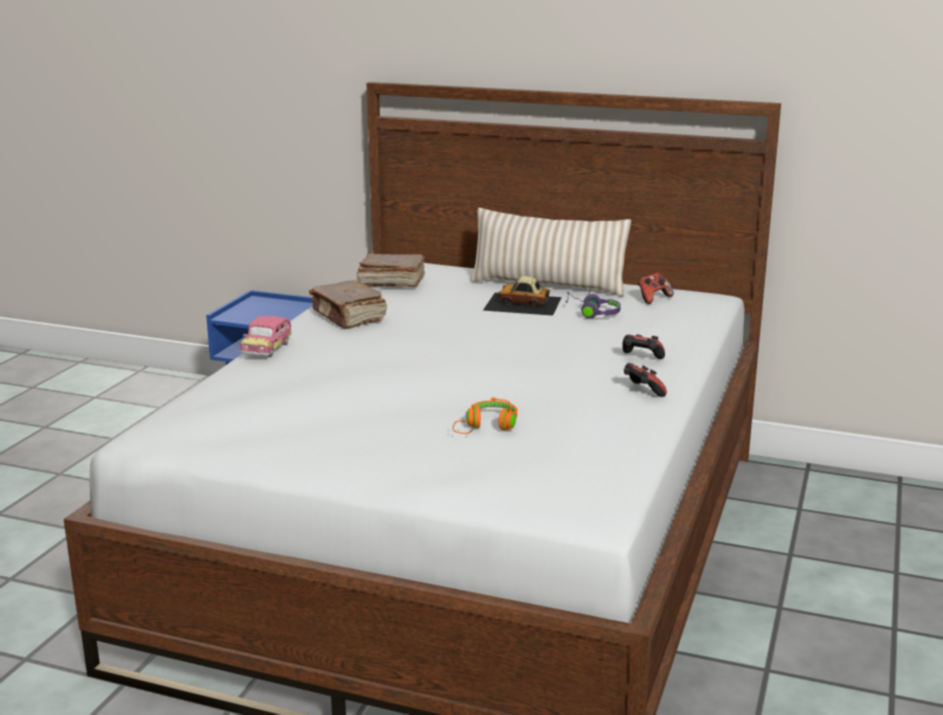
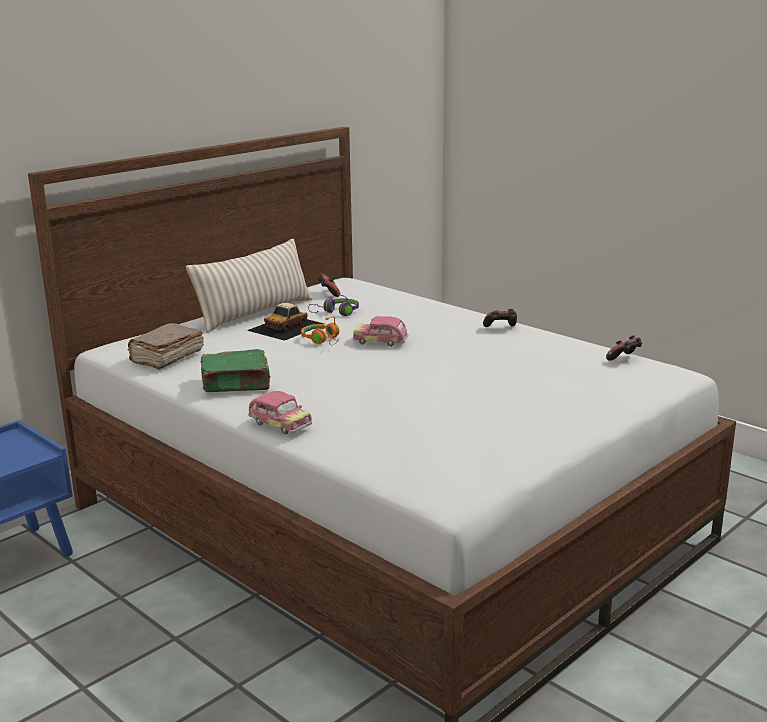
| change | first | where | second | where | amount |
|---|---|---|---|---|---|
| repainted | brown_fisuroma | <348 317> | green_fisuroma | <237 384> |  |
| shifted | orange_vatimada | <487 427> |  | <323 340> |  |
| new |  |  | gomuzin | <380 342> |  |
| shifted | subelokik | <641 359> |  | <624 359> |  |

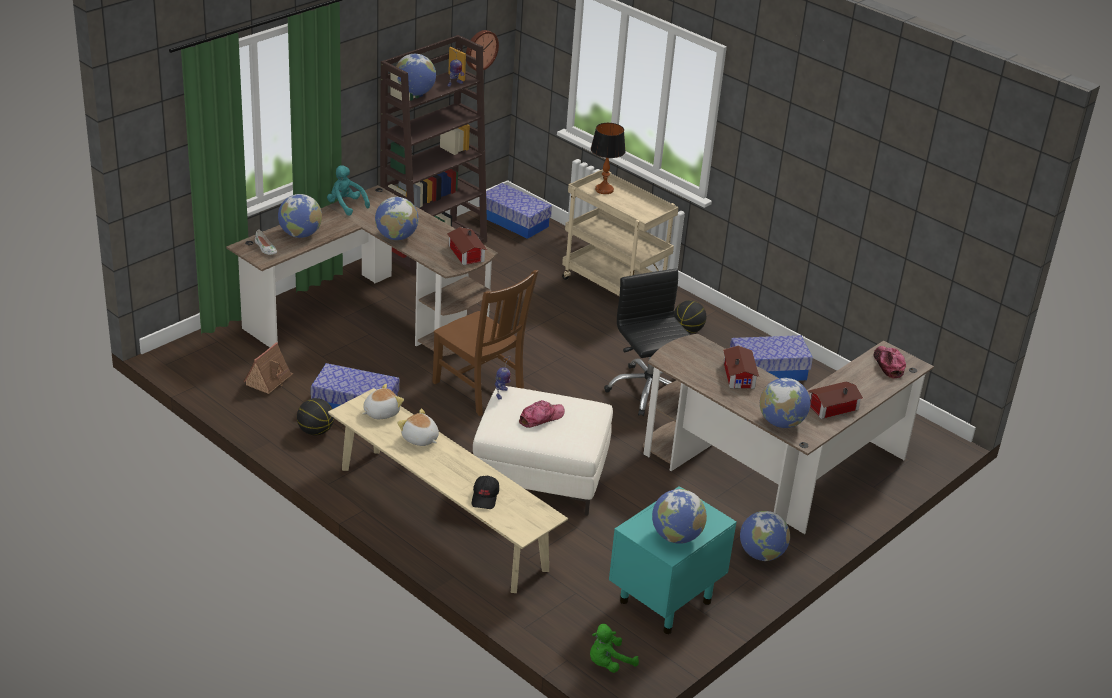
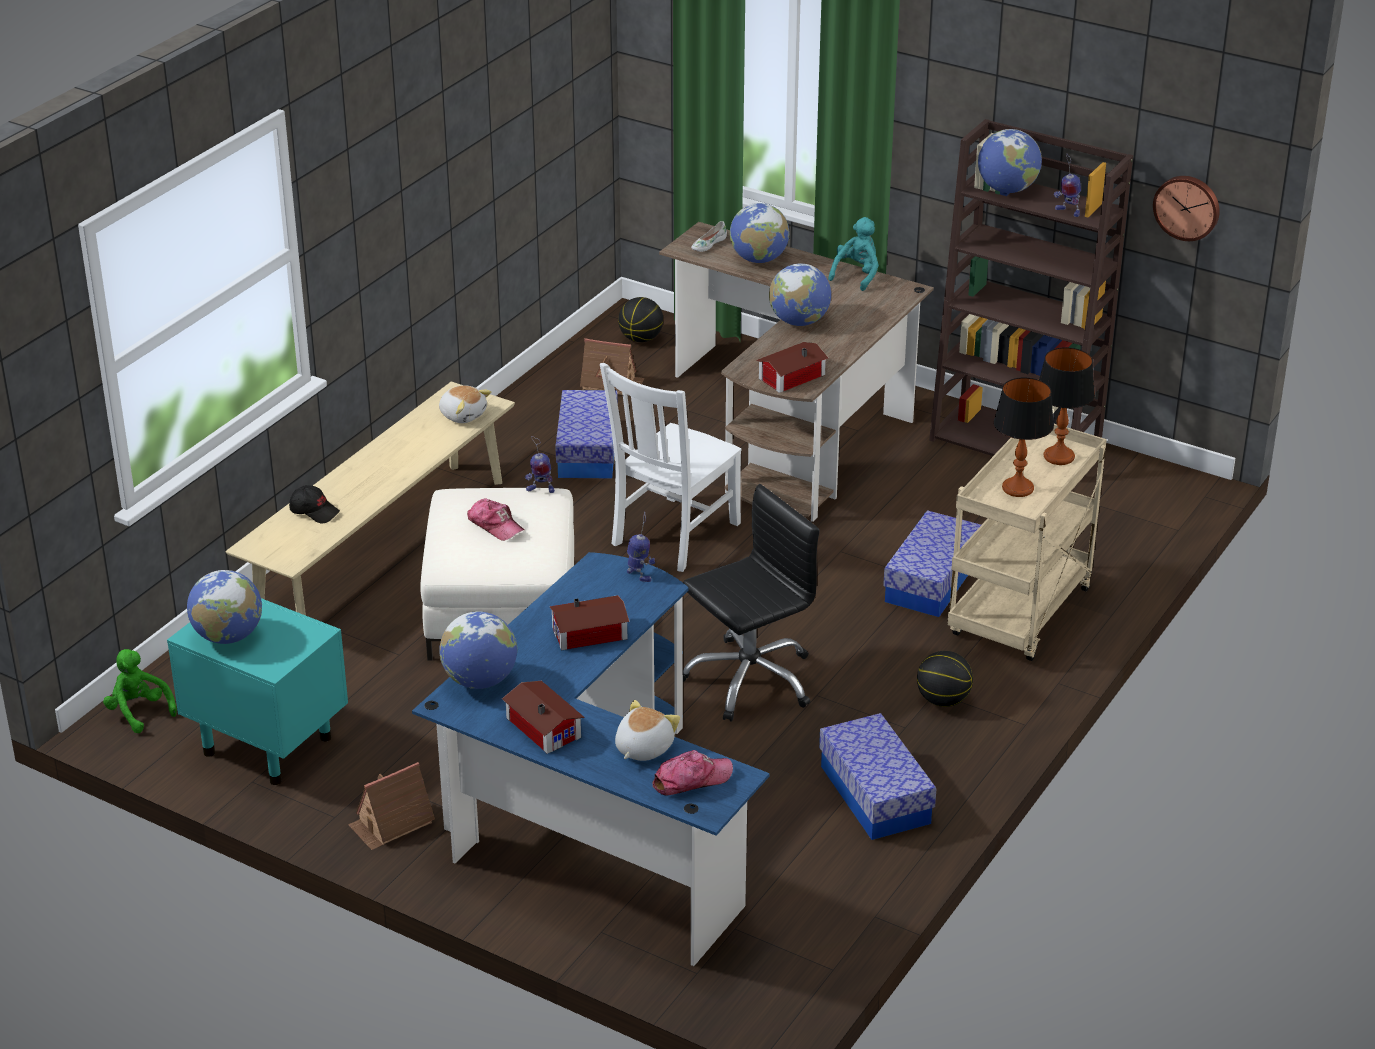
| change | first | where | second | where | amount |
|---|---|---|---|---|---|
| rotated | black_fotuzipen | <485 497> |  | <314 511> | 150 degrees counterclockwise |
| swapped | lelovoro | <761 554> | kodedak | <391 823> |  |
| repainted | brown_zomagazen | <774 475> | blue_zomagazen | <589 822> |  |
| repainted | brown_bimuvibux | <480 389> | white_bimuvibux | <673 535> |  |
| shifted | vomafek | <420 439> |  | <642 748> |  |
| shifted | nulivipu | <315 431> |  | <640 339> |  |
| new |  |  | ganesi | <639 575> |  |
| shifted | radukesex | <514 221> |  | <931 581> |  |
| new |  |  | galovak | <1017 488> |  |

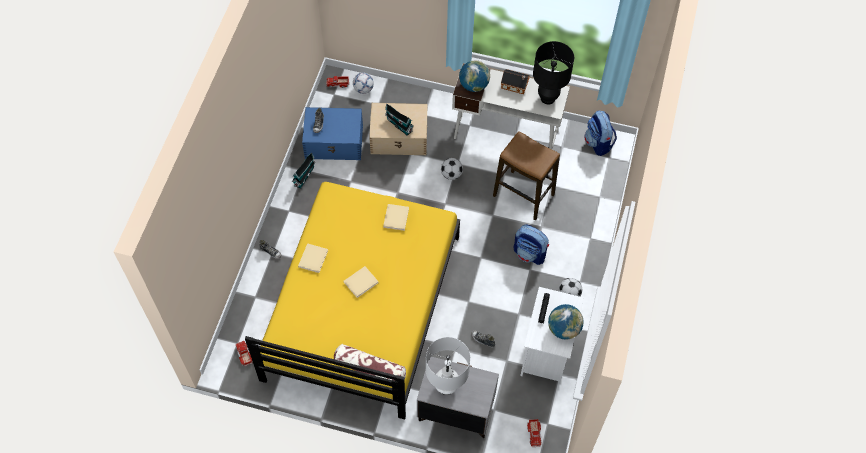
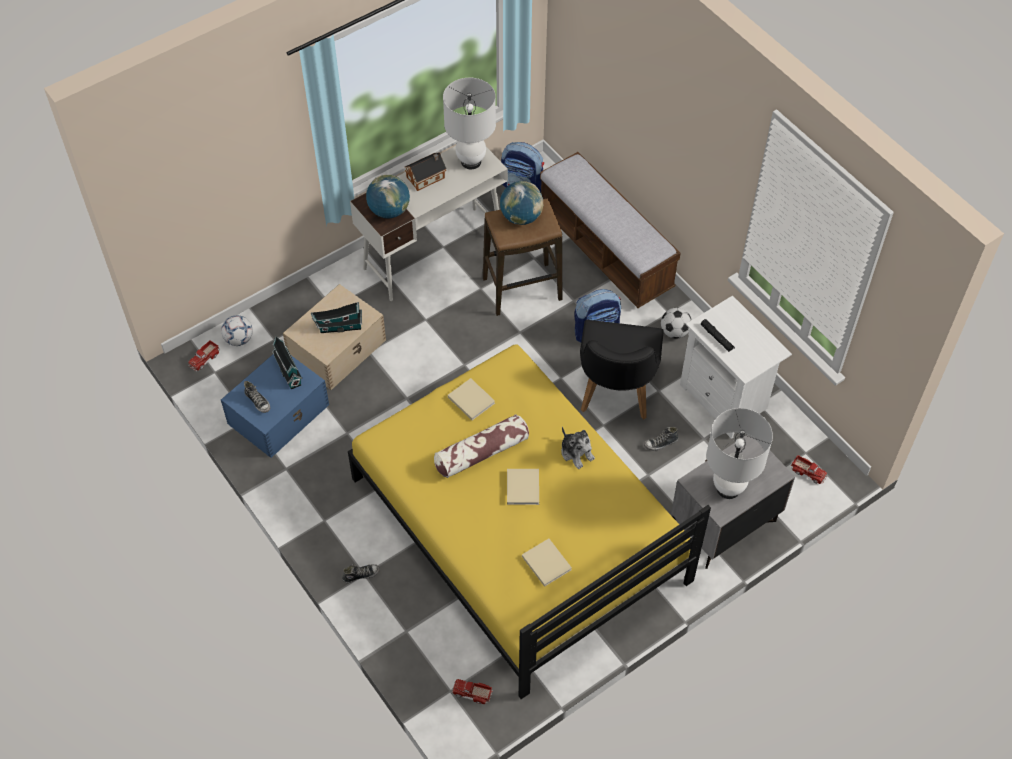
| change | first | where | second | where | amount |
|---|---|---|---|---|---|
| shifted | kodedak | <304 175> |  | <288 370> |  |
| shifted | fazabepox | <370 368> |  | <481 453> |  |
| repainted | black_galovak | <547 98> | white_galovak | <471 161> |  |
| shifted | lelovoro | <563 329> |  | <521 217> |  |
| shifted | beige_fisuroma | <313 258> |  | <545 562> |  |
| new |  |  | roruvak | <605 250> |  |
| new |  |  | vomafek | <576 453> |  |
| new |  |  | black_bimuvibux | <615 395> |  |
| gone | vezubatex | <451 174> |  |  |  |

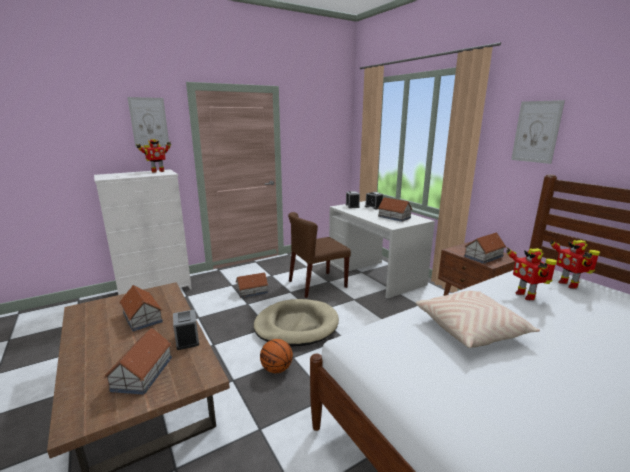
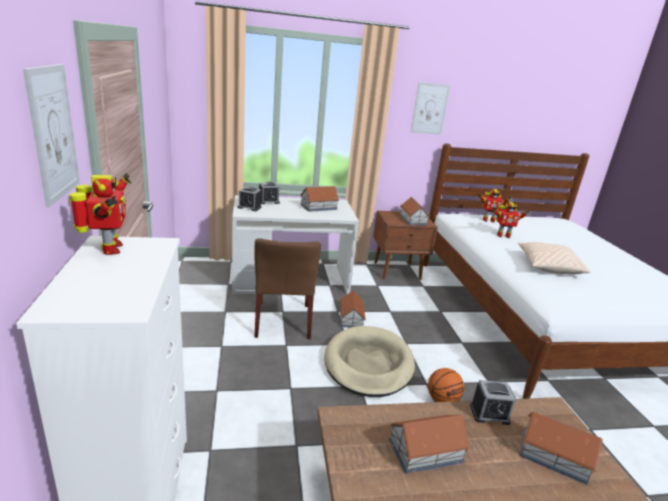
| change | first | where | second | where | amount |
|---|---|---|---|---|---|
| shifted | kodedak | <252 291> |  | <351 318> |  |

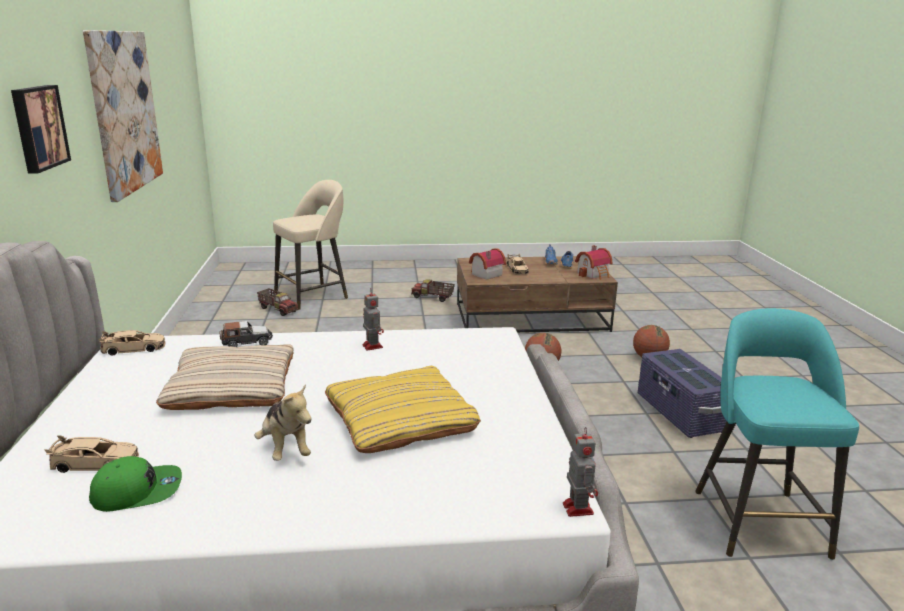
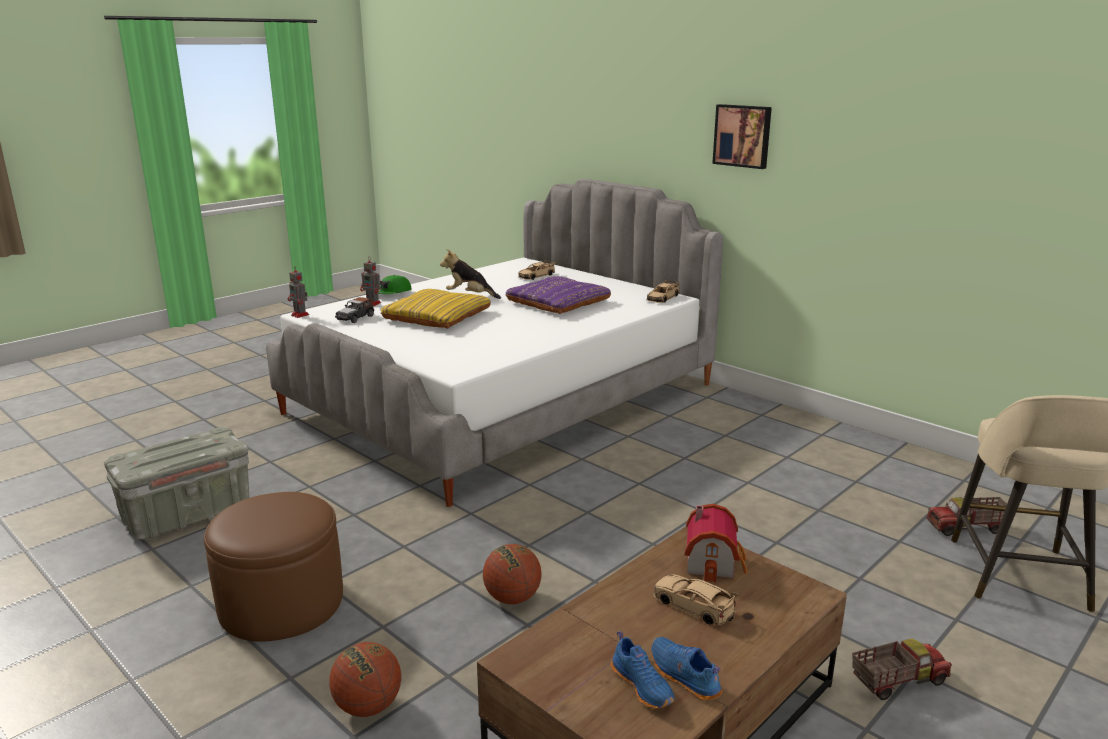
| change | first | where | second | where | amount |
|---|---|---|---|---|---|
| swapped | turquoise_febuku | <758 520> | grey_radukesex | <187 515> |  |
| swapped | purple_radukesex | <680 413> | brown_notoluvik | <281 603> |  |
| shifted | gomuzin | <247 343> |  | <355 318> |  |
| shifted | ganesi | <372 346> |  | <373 304> |  |
| shifted | green_fotuzipen | <137 491> |  | <392 293> |  |
| repainted | beige_fazabepox | <231 386> | purple_fazabepox | <558 302> |  |
| gone | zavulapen | <124 111> |  |  |  |
| gone | kodedak | <594 274> |  |  |  |

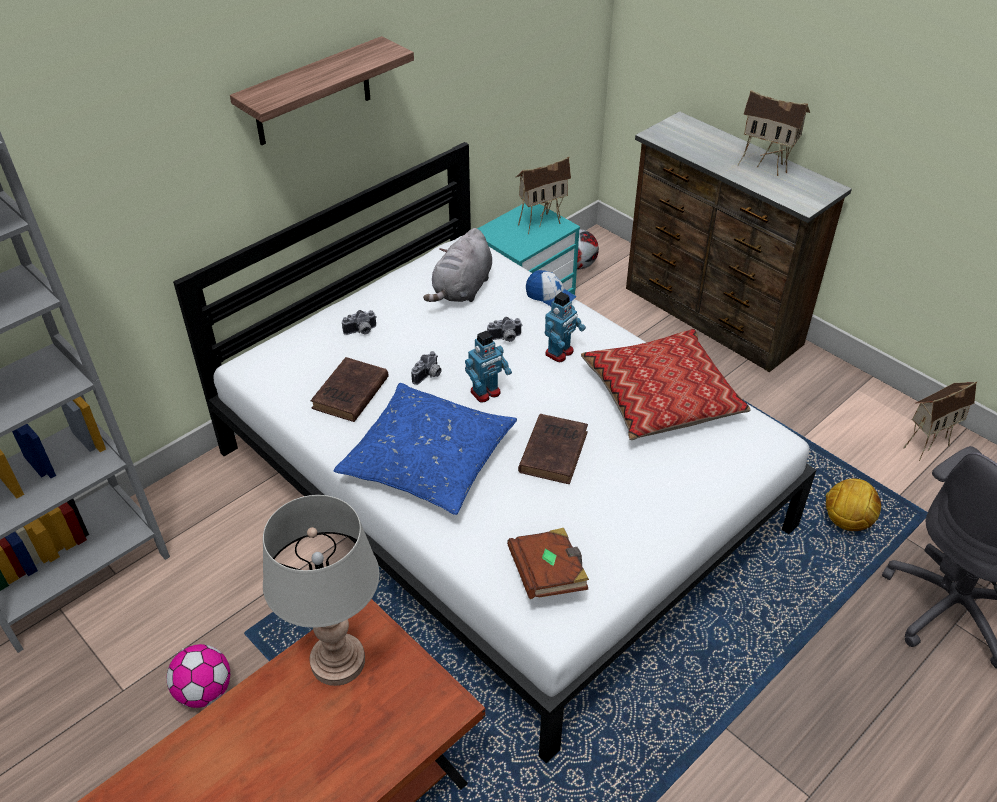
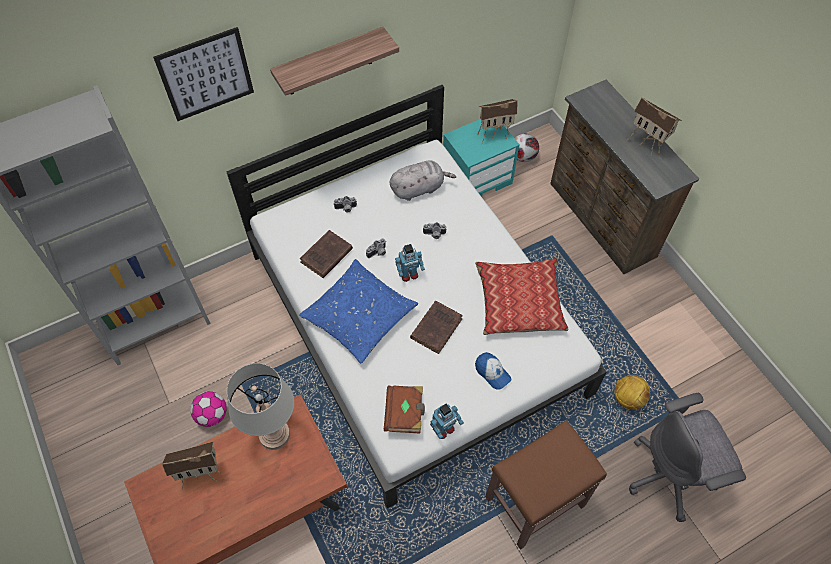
| change | first | where | second | where | amount |
|---|---|---|---|---|---|
| new |  |  | zavulapen | <206 74> |  |
| shifted | kodedak | <926 443> |  | <201 474> |  |
| rotated | grey_vomafek | <462 290> |  | <419 188> | 150 degrees counterclockwise |
| shifted | ganesi | <560 353> |  | <444 429> |  |
| shifted | fotuzipen | <550 297> |  | <492 373> |  |
| new |  |  | brown_febuku | <535 500> |  |

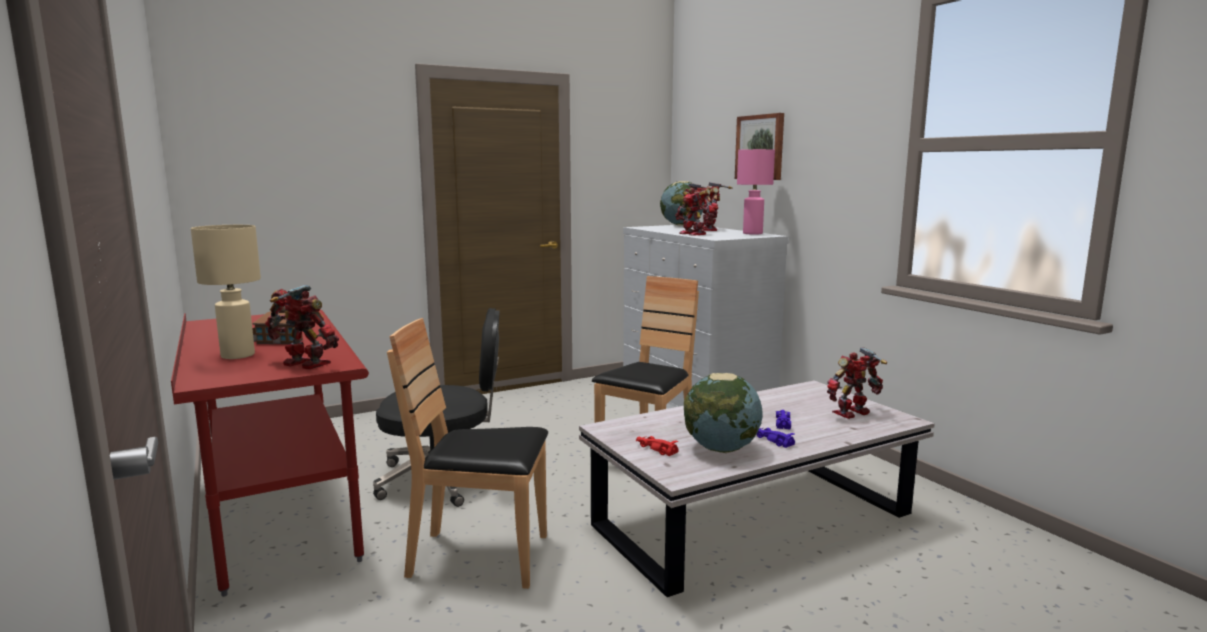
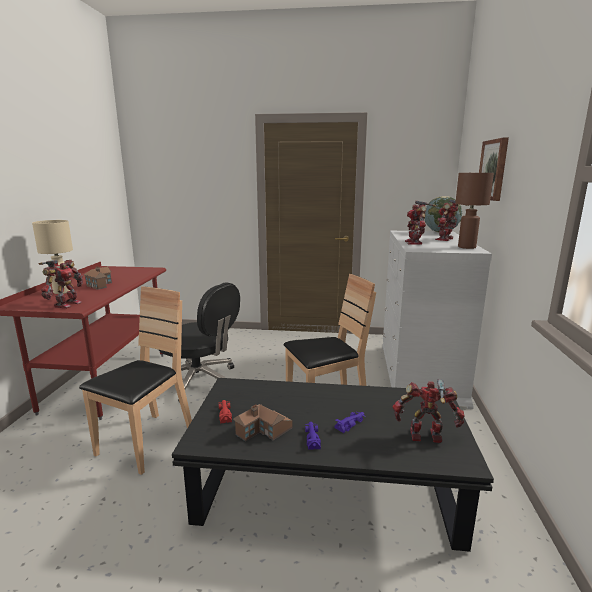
| change | first | where | second | where | amount |
|---|---|---|---|---|---|
| rotated | ganesi | <304 365> |  | <66 304> | 45 degrees clockwise |
| rotated | brown_bimuvibux | <480 557> |  | <146 442> | 75 degrees clockwise |
| repainted | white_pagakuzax | <752 521> | black_pagakuzax | <326 491> |  |
| swapped | lelovoro | <721 449> | kodedak | <263 431> |  |
| repainted | pink_galovak | <752 233> | brown_galovak | <467 247> |  |

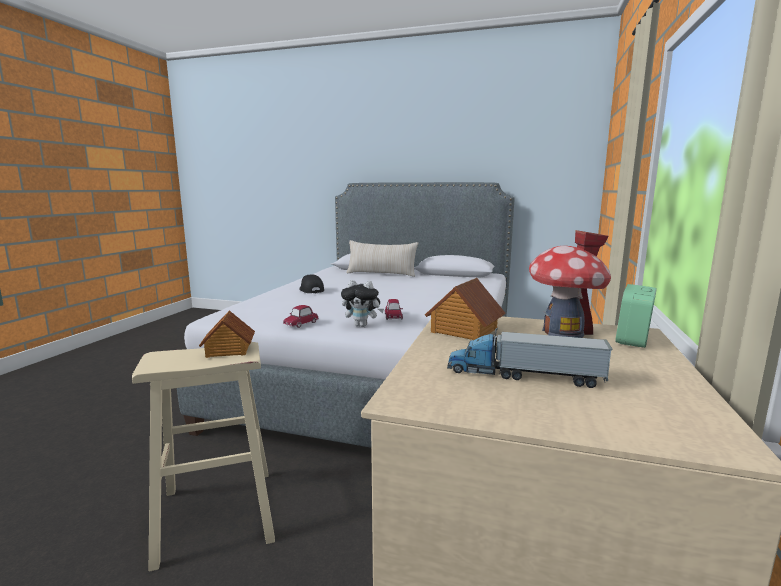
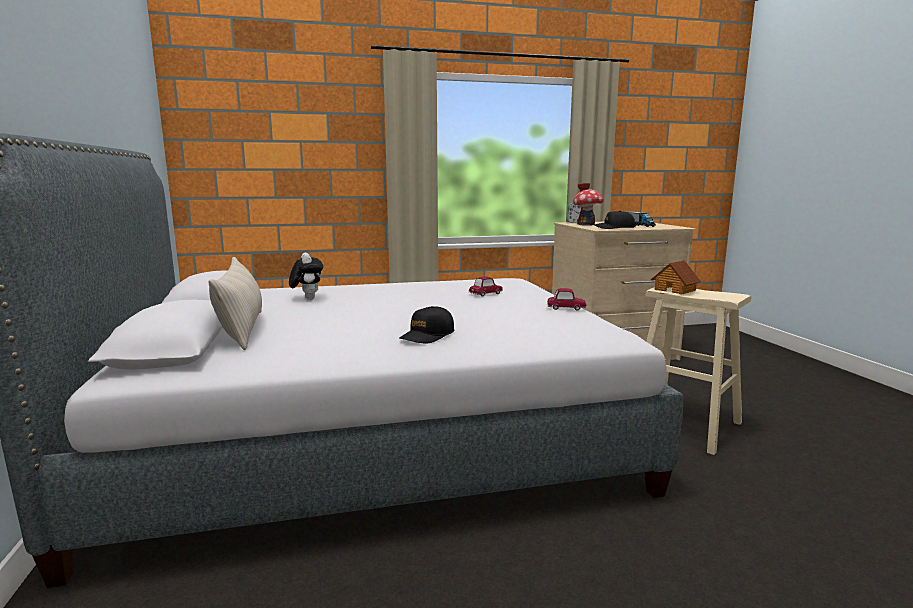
| change | first | where | second | where | amount |
|---|---|---|---|---|---|
| shifted | vomafek | <362 325> |  | <307 298> |  |
| swapped | kodedak | <463 330> | black_fotuzipen | <614 228> |  |

